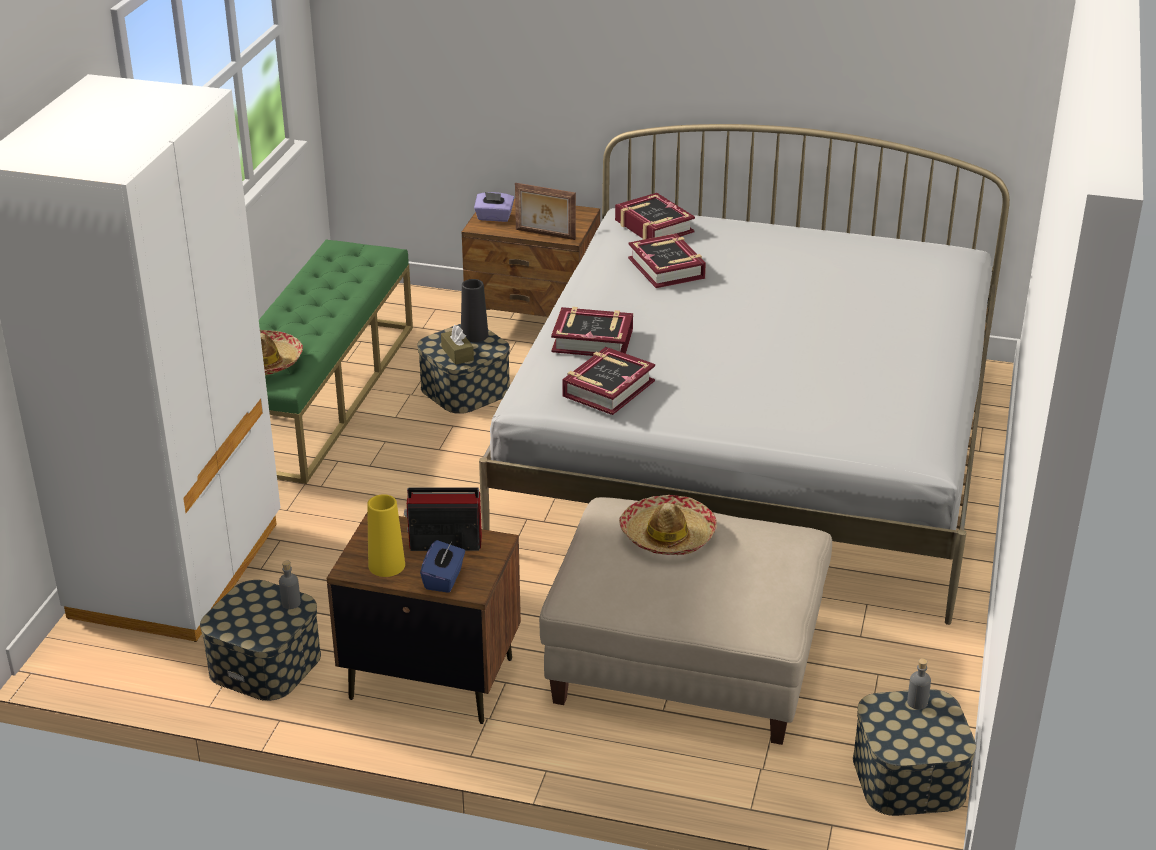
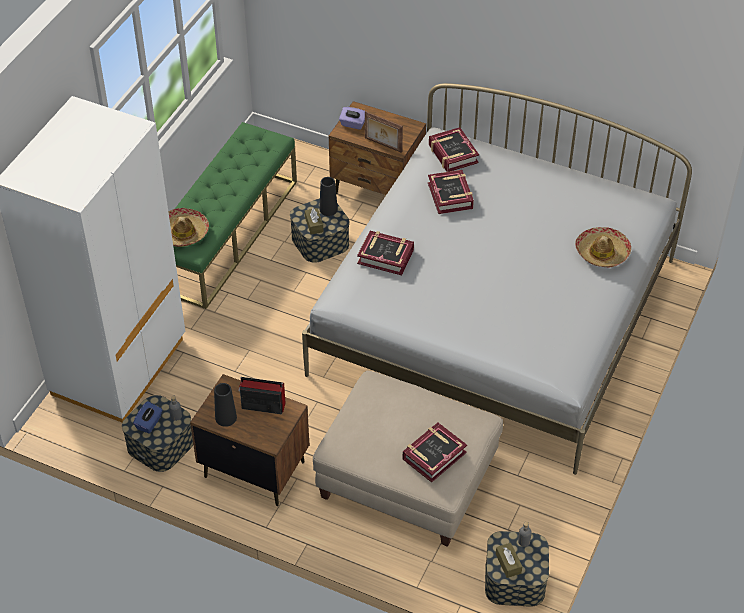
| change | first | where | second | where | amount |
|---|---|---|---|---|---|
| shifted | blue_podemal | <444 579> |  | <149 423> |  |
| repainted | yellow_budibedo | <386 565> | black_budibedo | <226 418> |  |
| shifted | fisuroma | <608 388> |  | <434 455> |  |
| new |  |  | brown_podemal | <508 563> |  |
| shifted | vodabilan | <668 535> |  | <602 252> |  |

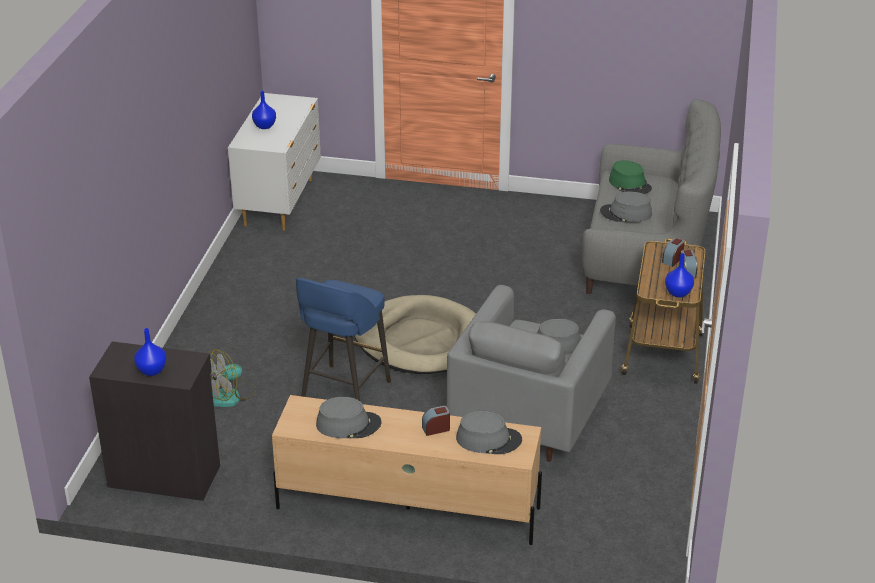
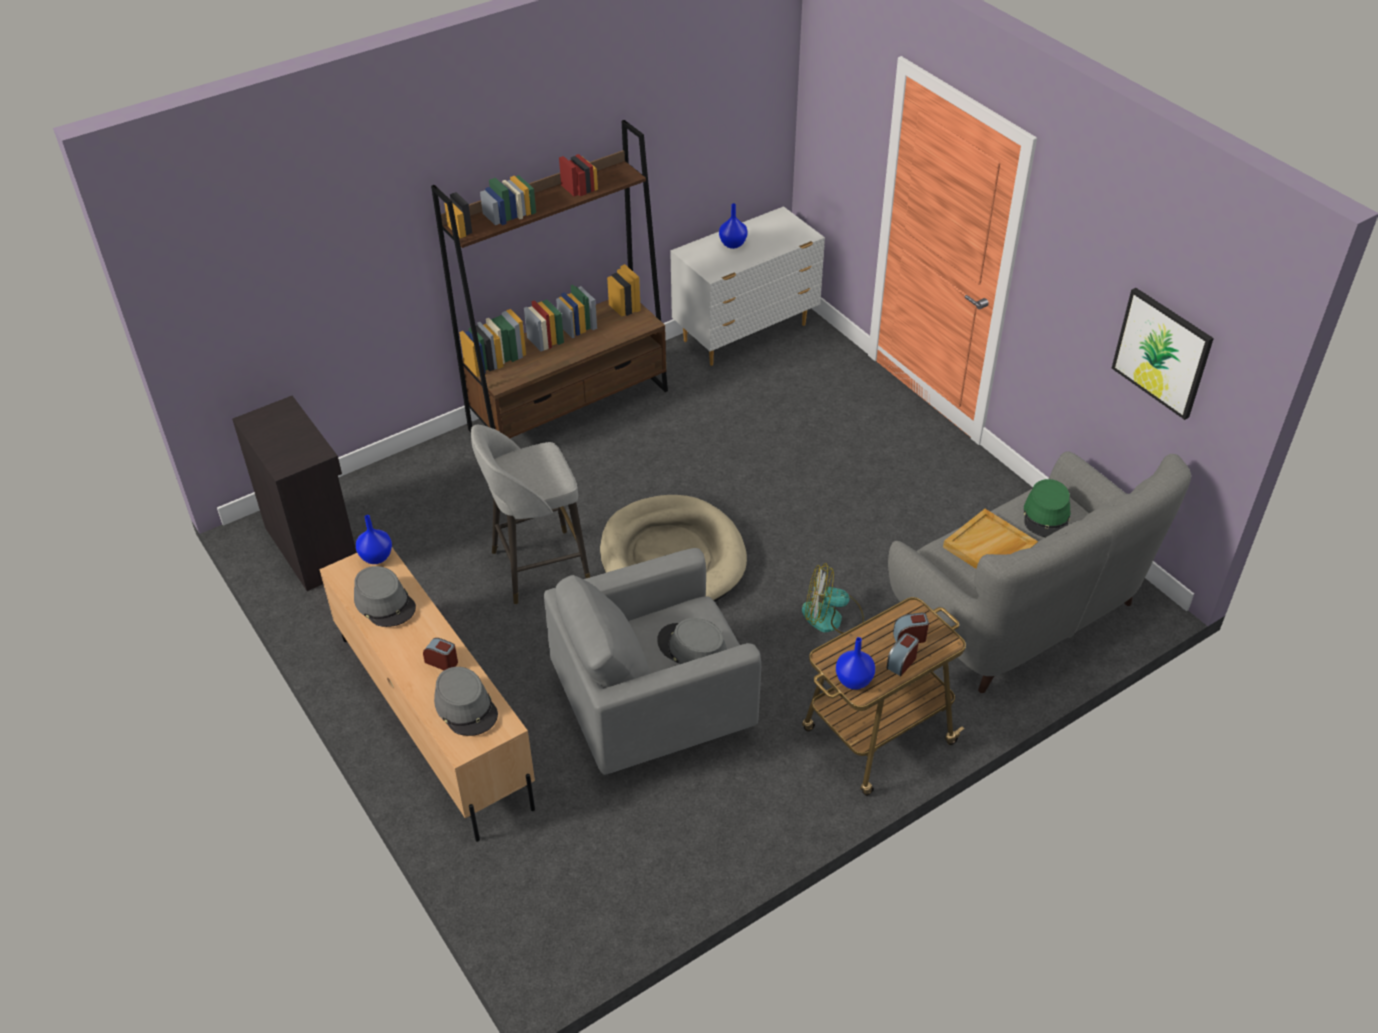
| change | first | where | second | where | amount |
|---|---|---|---|---|---|
| shifted | blue_budibedo | <151 371> |  | <375 557> |  |
| new |  |  | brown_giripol | <570 410> |  |
| repainted | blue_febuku | <344 394> | grey_febuku | <537 567> |  |
| shifted | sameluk | <229 395> |  | <832 618> |  |
| swapped | grey_vodabilan | <626 213> | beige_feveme | <989 548> |  |
| new |  |  | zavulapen | <1162 352> |  |

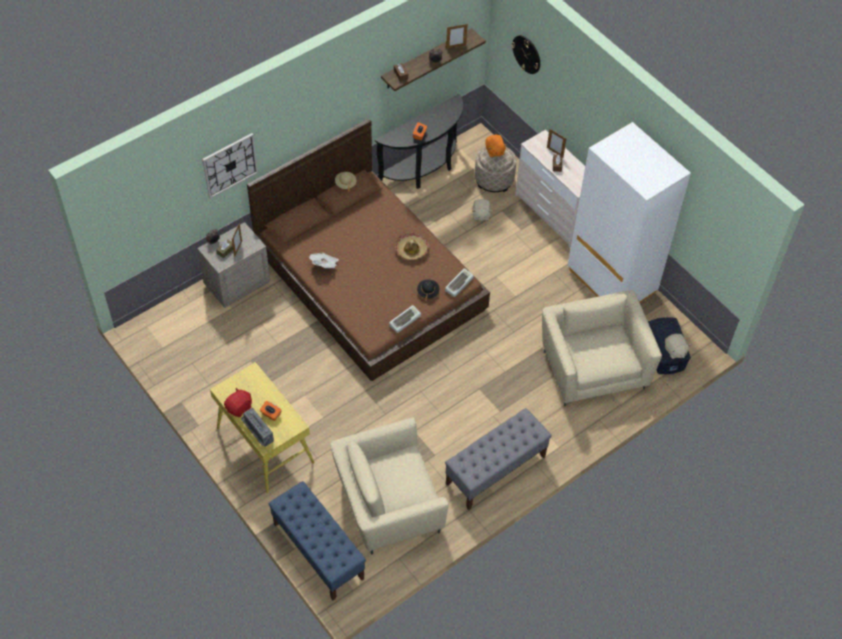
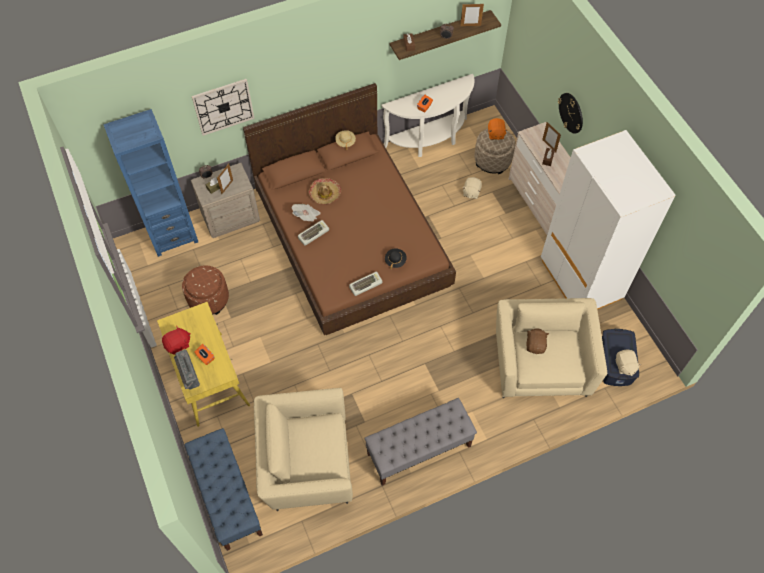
| change | first | where | second | where | amount |
|---|---|---|---|---|---|
| new |  |  | blue_giripol | <173 235> |  |
| new |  |  | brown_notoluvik | <208 299> |  |
| shifted | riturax | <458 283> |  | <313 233> |  |
| shifted | vodabilan | <411 249> |  | <325 194> |  |
| repainted | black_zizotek | <424 170> | white_zizotek | <430 140> |  |
| new |  |  | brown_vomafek | <535 345> |  |
| shifted | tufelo | <527 54> |  | <571 113> |  |

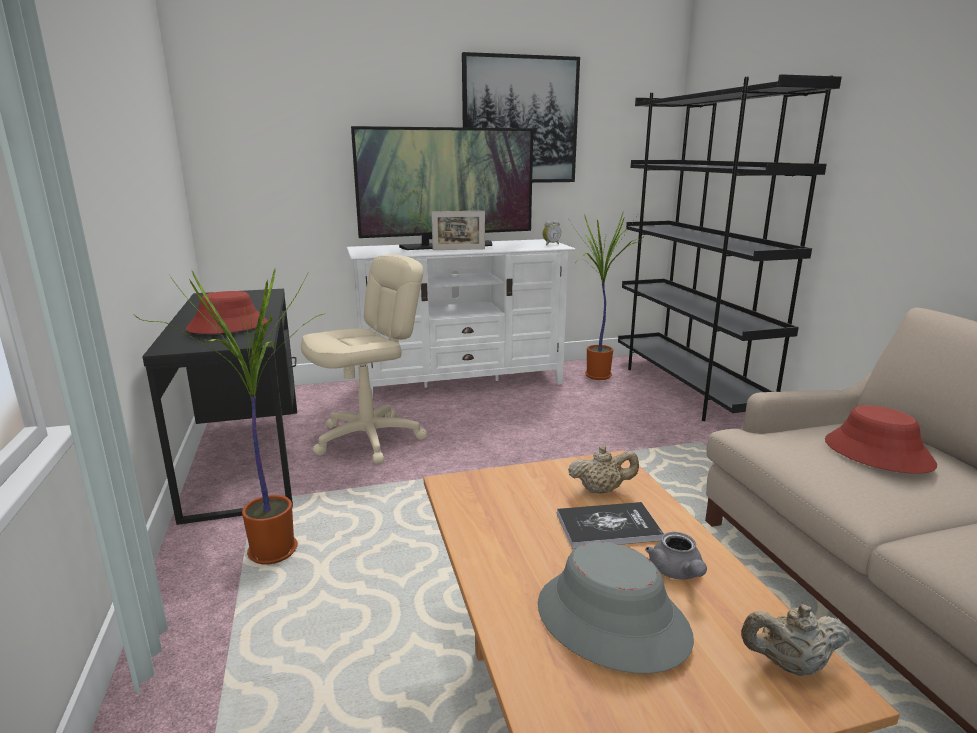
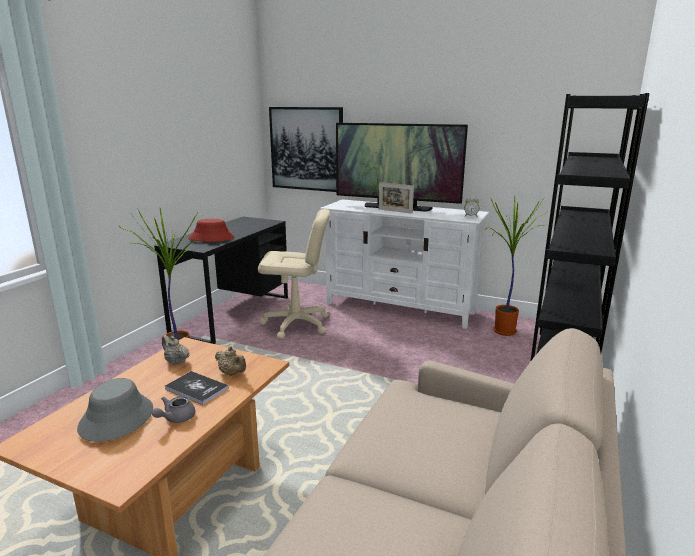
| change | first | where | second | where | amount |
|---|---|---|---|---|---|
| shifted | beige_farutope | <789 665> |  | <176 362> |  |
| shifted | zavulapen | <520 120> |  | <306 149> |  |
| gone | red_vodabilan | <877 453> |  |  |  |

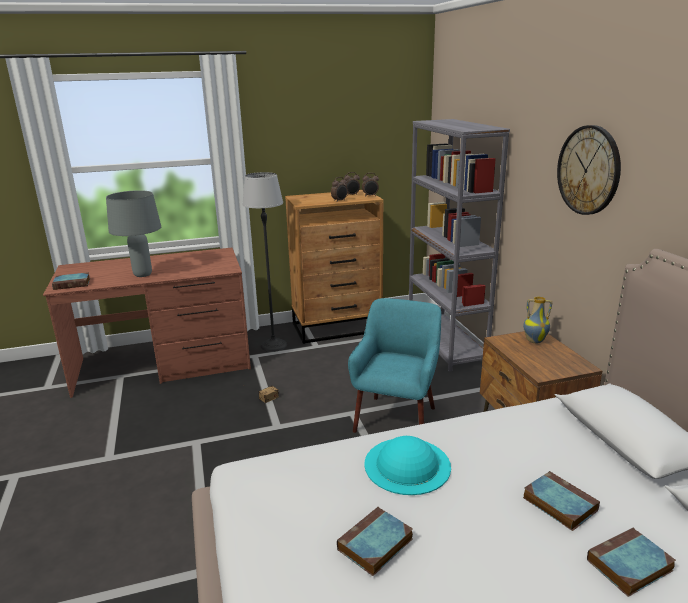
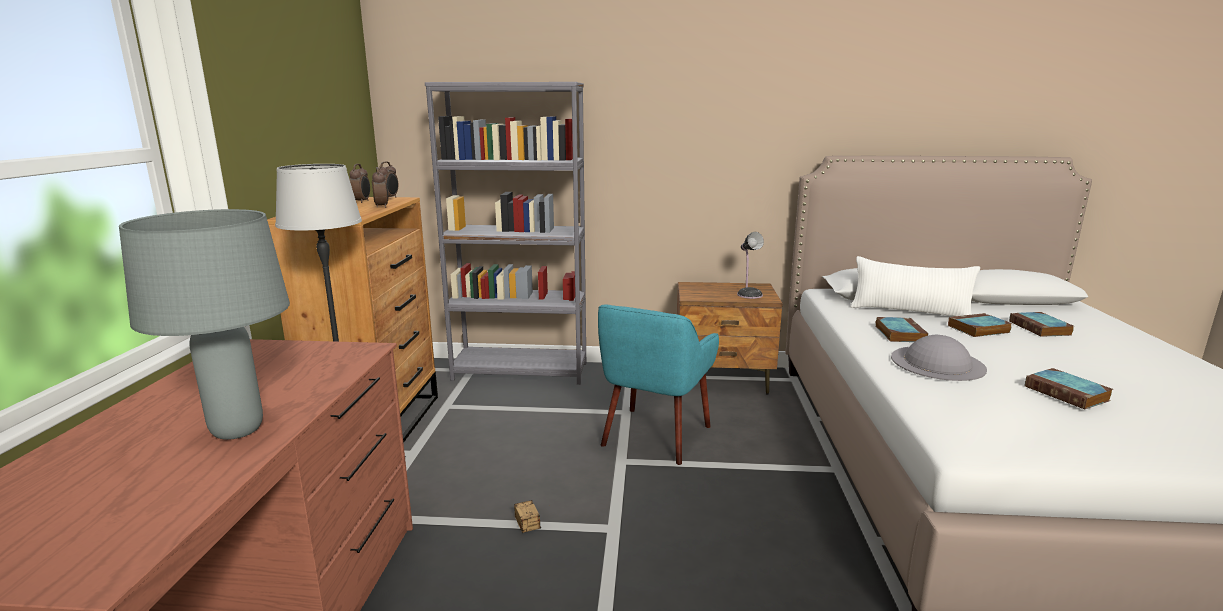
| change | first | where | second | where | amount |
|---|---|---|---|---|---|
| rotated | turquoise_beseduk | <396 419> |  | <654 436> | 105 degrees counterclockwise |
| new |  |  | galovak | <749 294> |  |
| new |  |  | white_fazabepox | <909 312> |  |
| shifted | fisuroma | <73 283> |  | <899 333> |  |
| repainted | turquoise_vodabilan | <407 465> | grey_vodabilan | <937 363> |  |
| gone | budibedo | <534 340> |  |  |  |
| gone | tufelo | <588 170> |  |  |  |

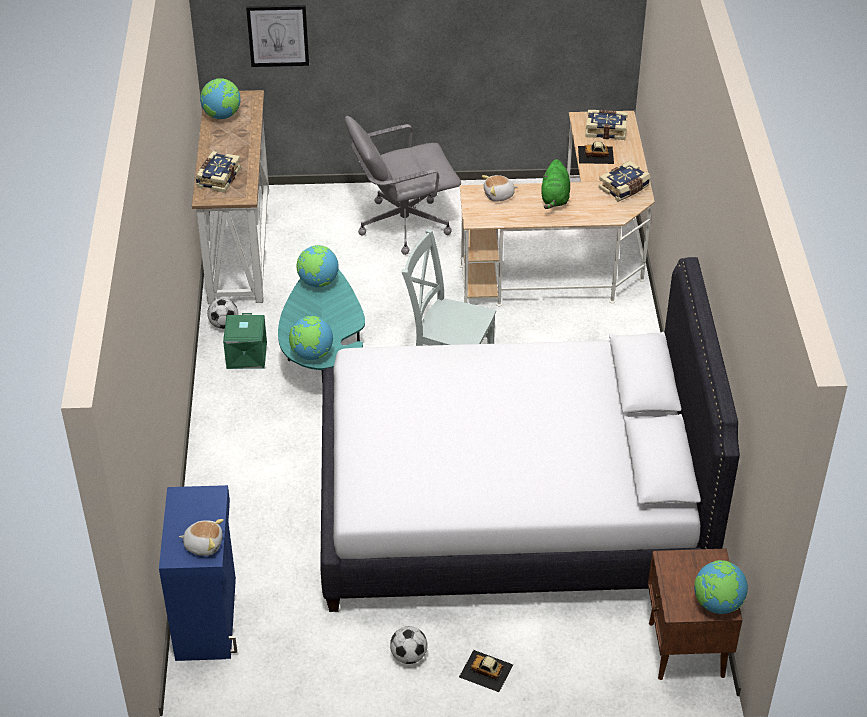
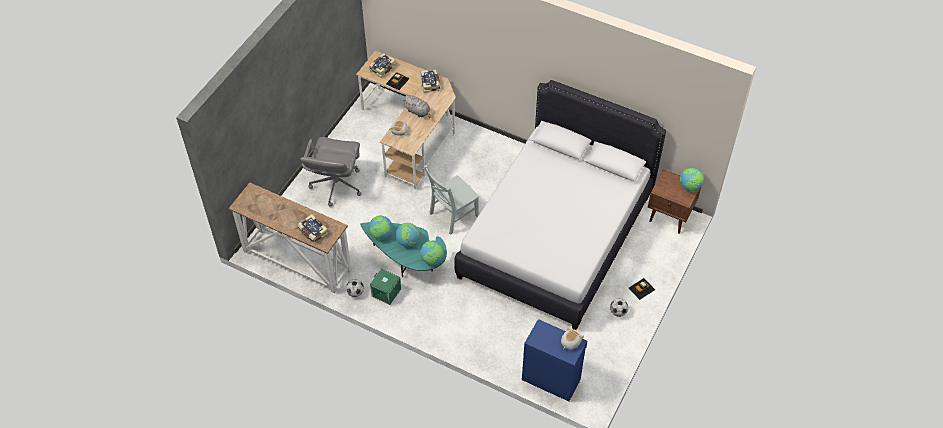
| change | first | where | second | where | amount |
|---|---|---|---|---|---|
| shifted | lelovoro | <222 116> |  | <408 241> |  |
| repainted | green_vomafek | <555 198> | grey_vomafek | <418 112> |  |
| gone | zavulapen | <278 35> |  |  |  |

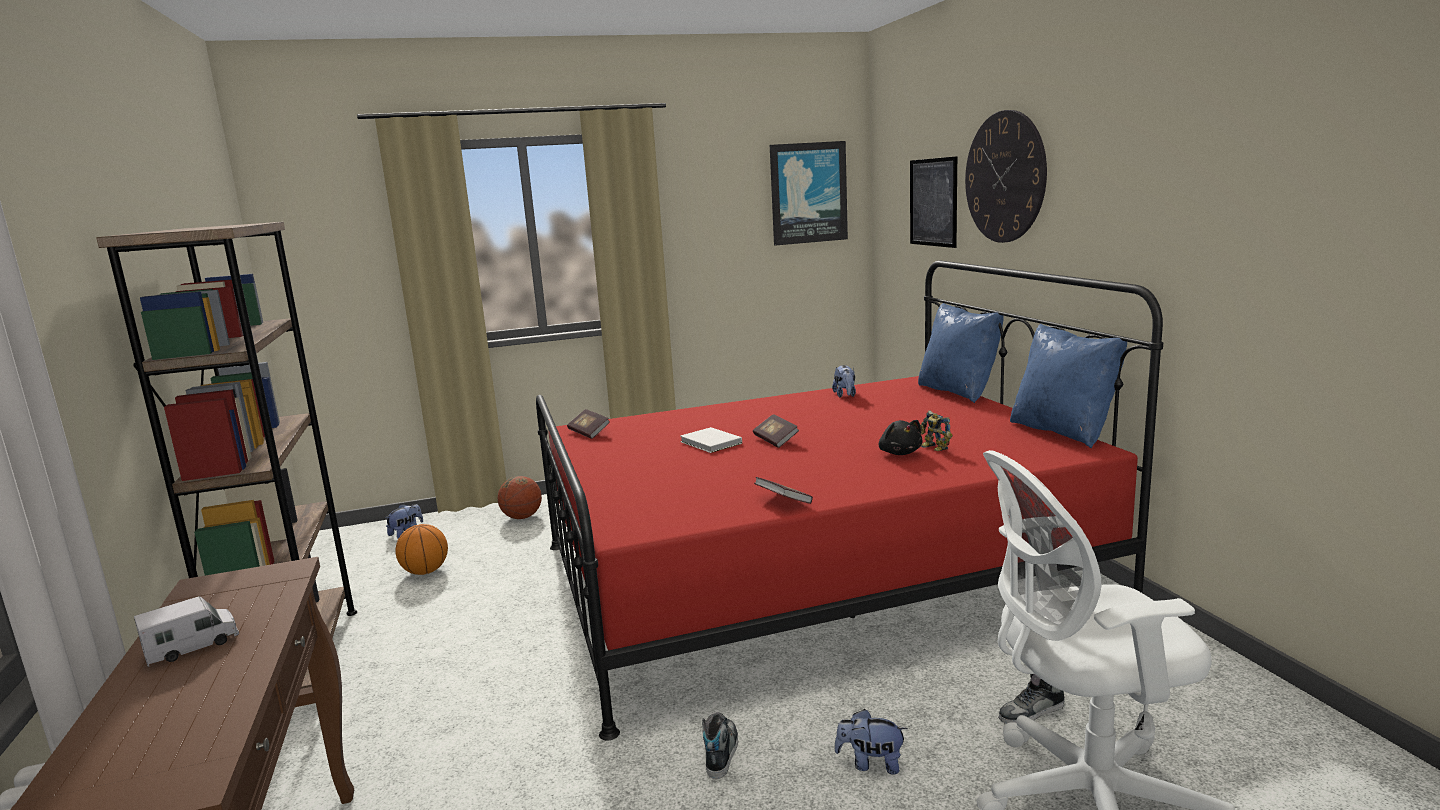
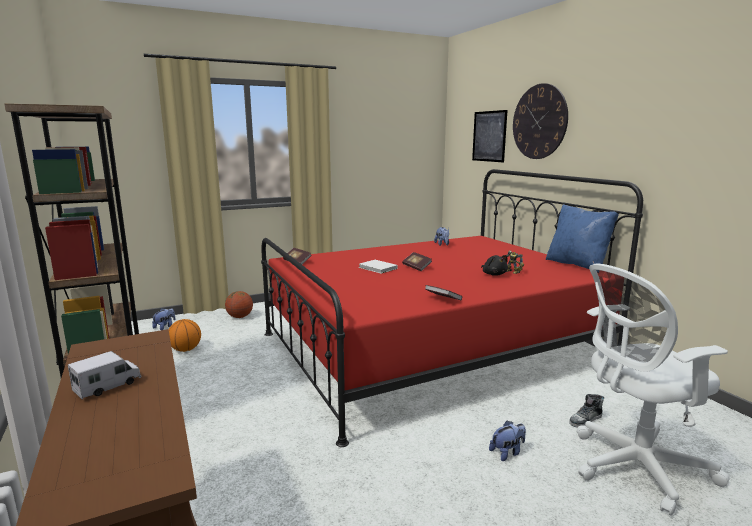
| change | first | where | second | where | amount |
|---|---|---|---|---|---|
| rotated | vomafek | <871 763> |  | <507 452> | 150 degrees clockwise |
| gone | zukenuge | <721 752> |  |  |  |
| gone | zavulapen | <808 193> |  |  |  |
| gone | blue_fazabepox | <959 391> |  |  |  |

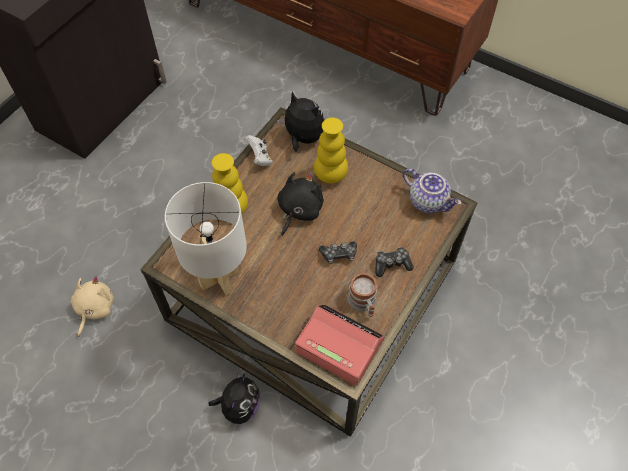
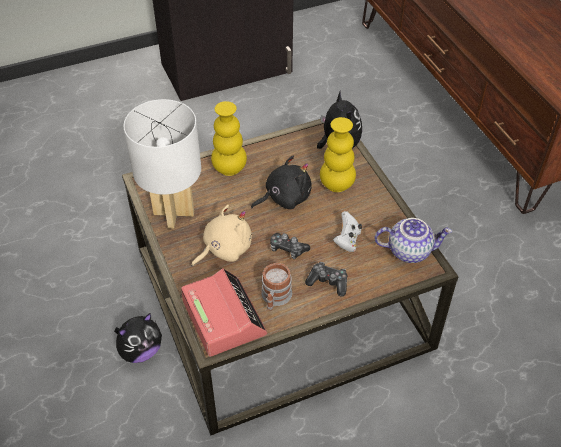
| change | first | where | second | where | amount |
|---|---|---|---|---|---|
| shifted | beige_vomafek | <94 309> |  | <224 249> |  |
| shifted | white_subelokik | <260 157> |  | <347 240> |  |
| rotated | farutope | <428 201> |  | <409 250> | 75 degrees counterclockwise |

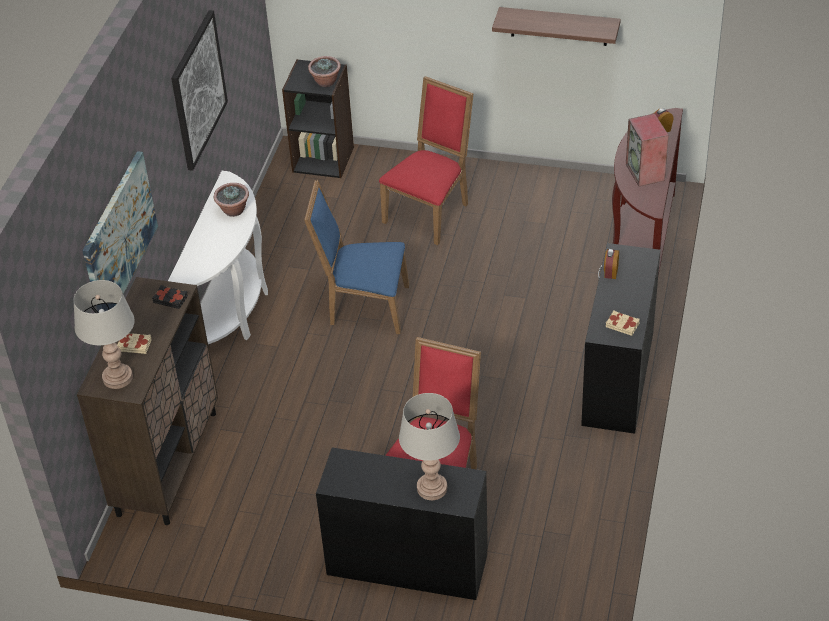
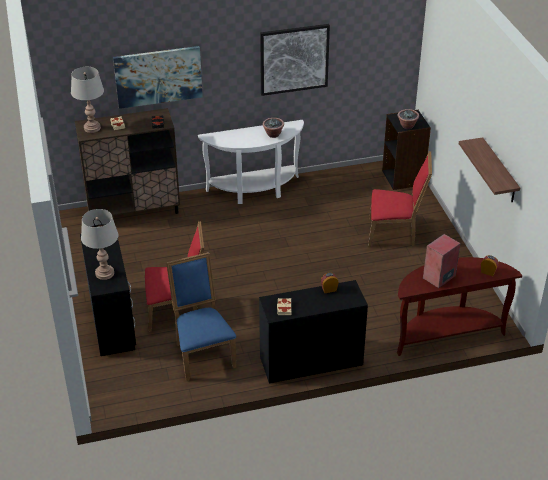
| change | first | where | second | where | amount |
|---|---|---|---|---|---|
| shifted | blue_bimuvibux | <364 306> |  | <202 353> |  |

